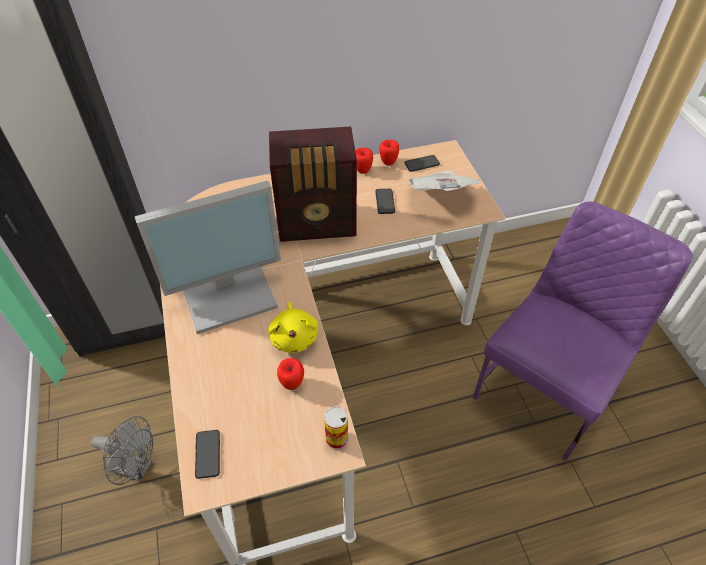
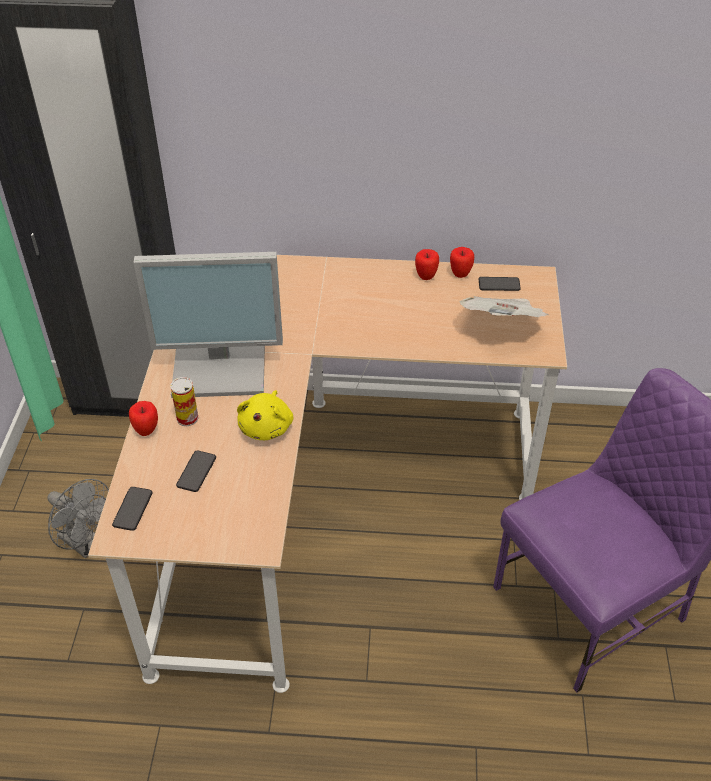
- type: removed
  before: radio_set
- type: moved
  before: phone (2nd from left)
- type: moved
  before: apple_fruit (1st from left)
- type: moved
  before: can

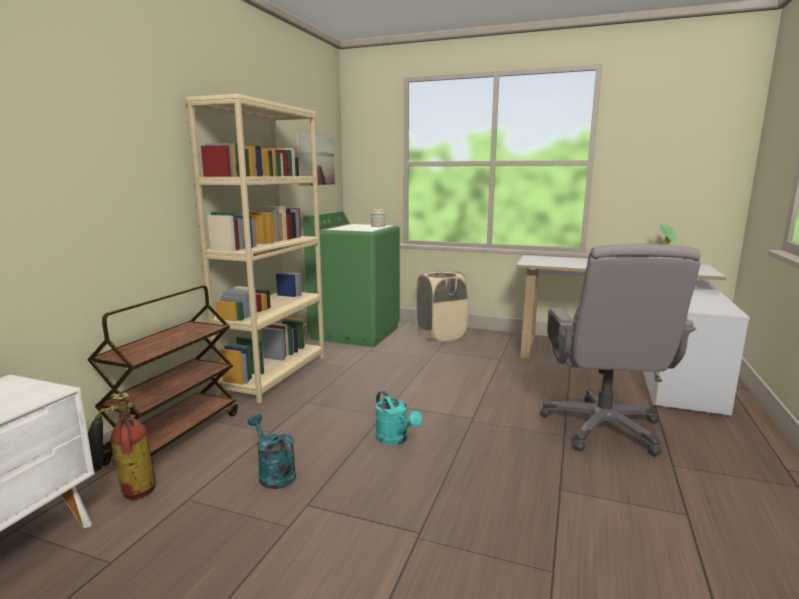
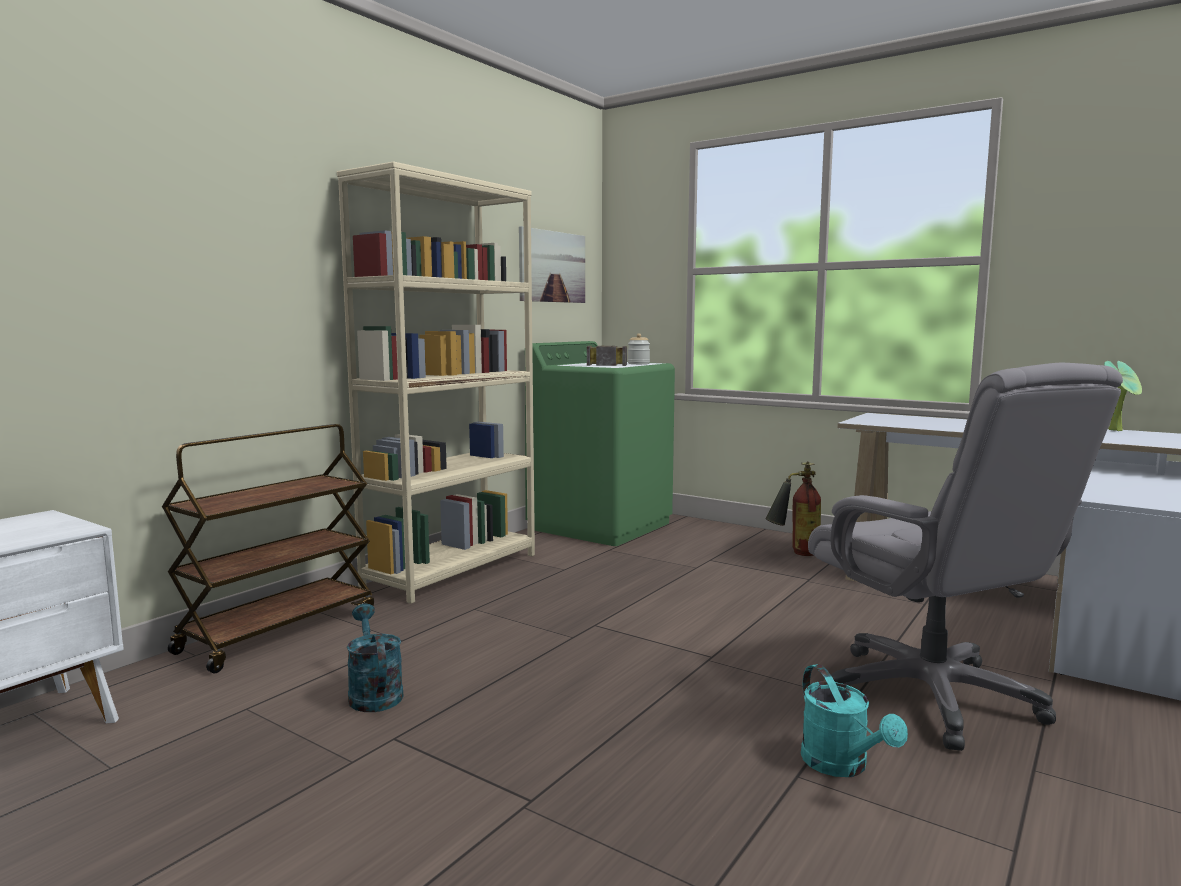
- type: turned
  before: grey_desk_chair
  turn: -45
- type: removed
  before: sand-coloured_hamper
- type: moved
  before: blue-green_watering_can (2nd from left)
- type: moved
  before: extinguisher
- type: added
  after: tool_hammer

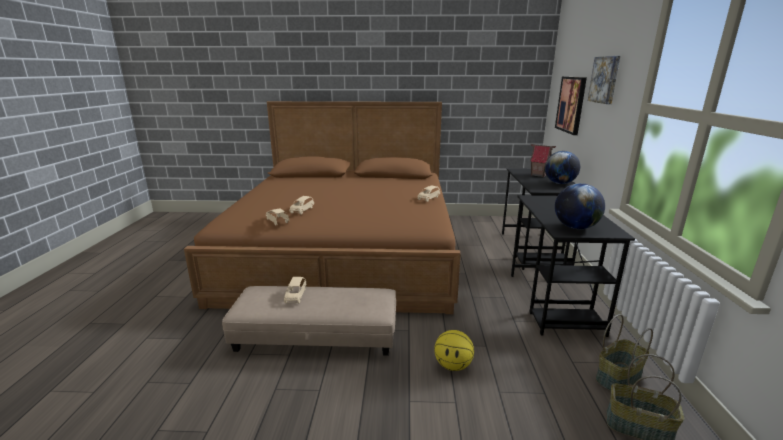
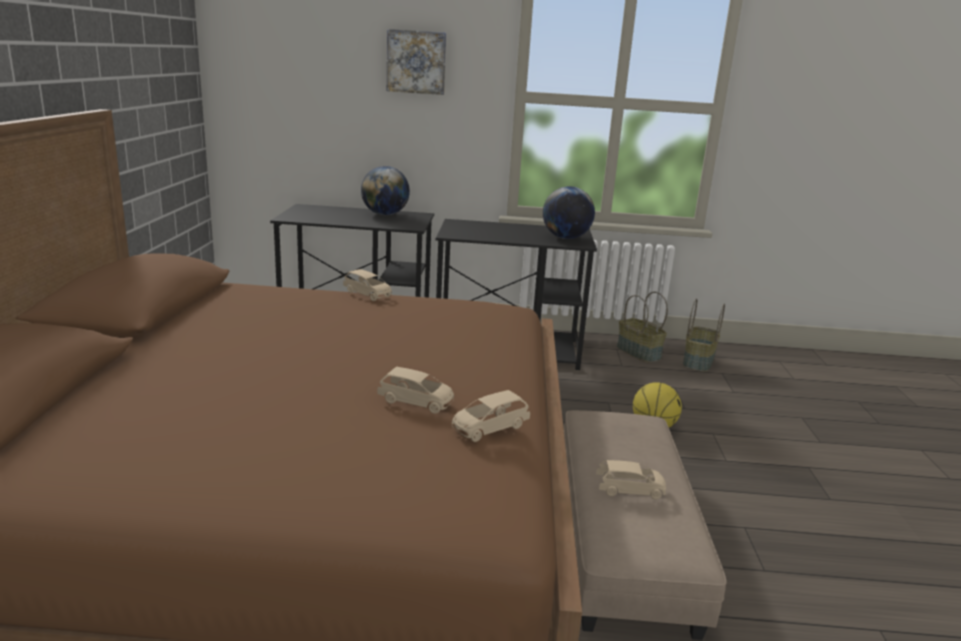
- type: removed
  before: wall_art (1st from left)
- type: removed
  before: miniature_house

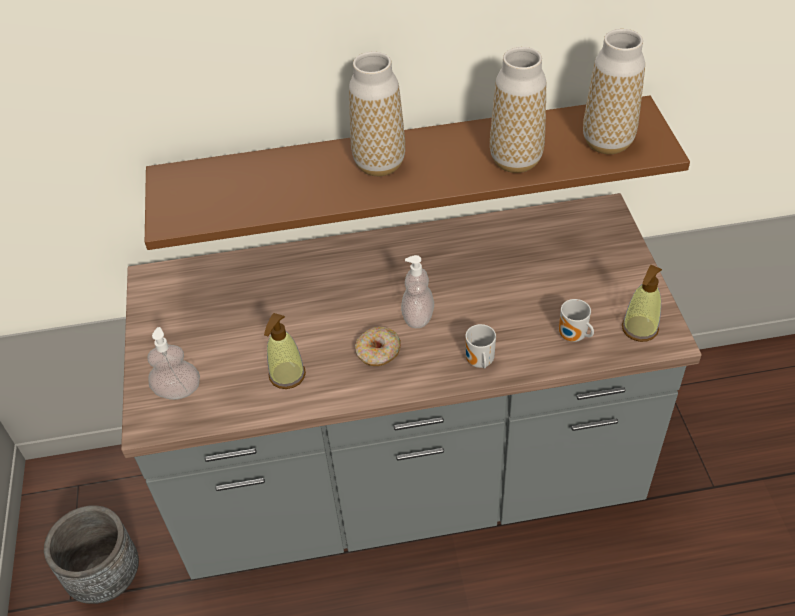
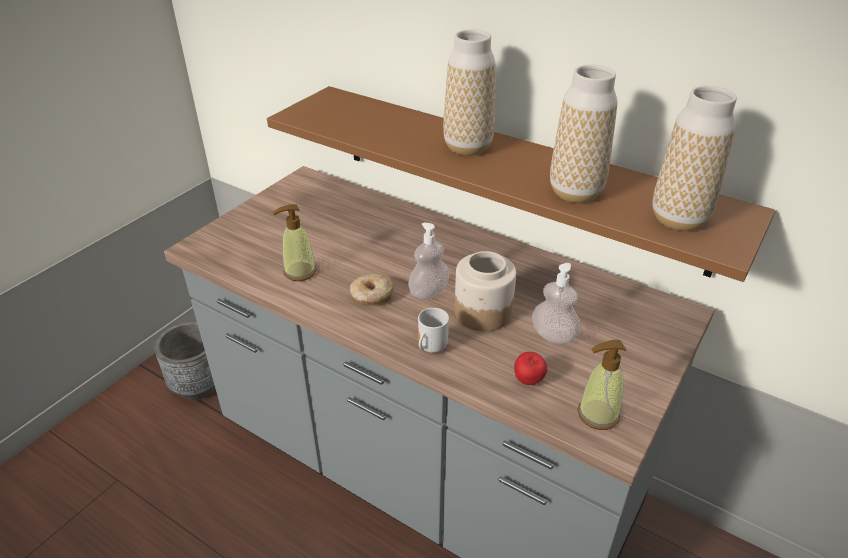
- type: replaced
  before: tea_mug (2nd from left)
  after: apple_fruit
- type: moved
  before: liquid_soap_bottle (1st from left in the first image)
  after: liquid_soap_bottle (3rd from left)
- type: added
  after: storage_jar

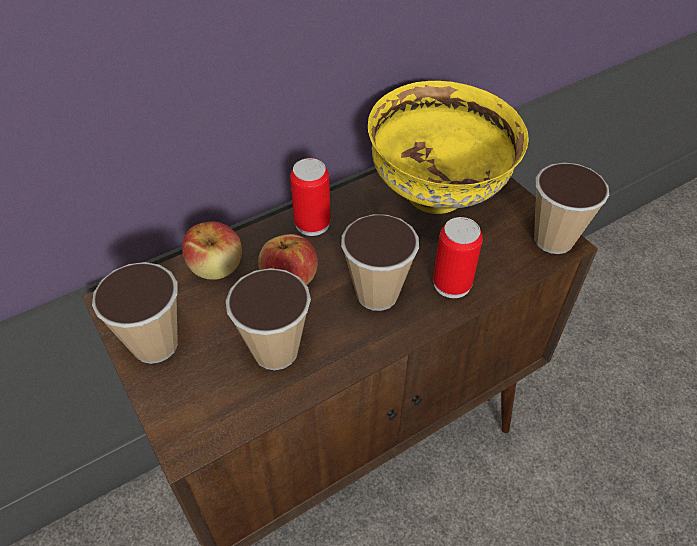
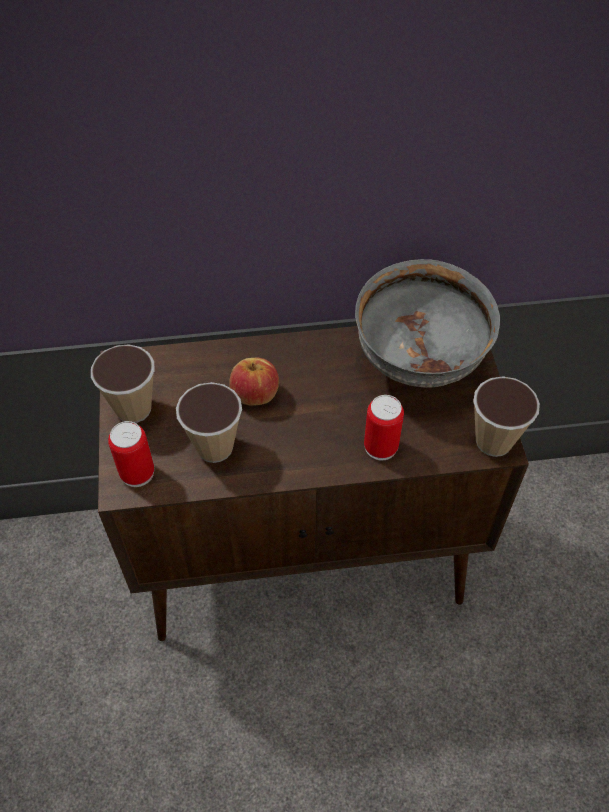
- type: recoloured
  before: yellow_serving_bowl
  after: grey_serving_bowl
- type: moved
  before: can (1st from left)
- type: removed
  before: small_cup (3rd from left)
- type: removed
  before: apple_fruit (1st from left)

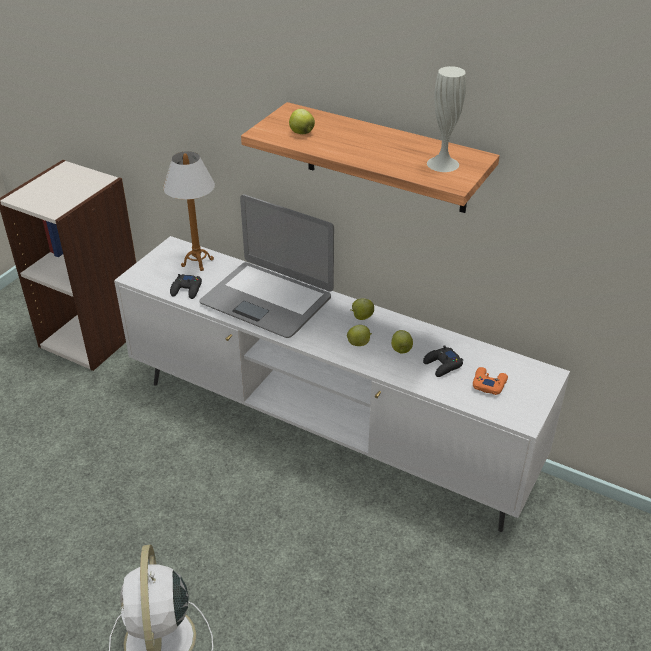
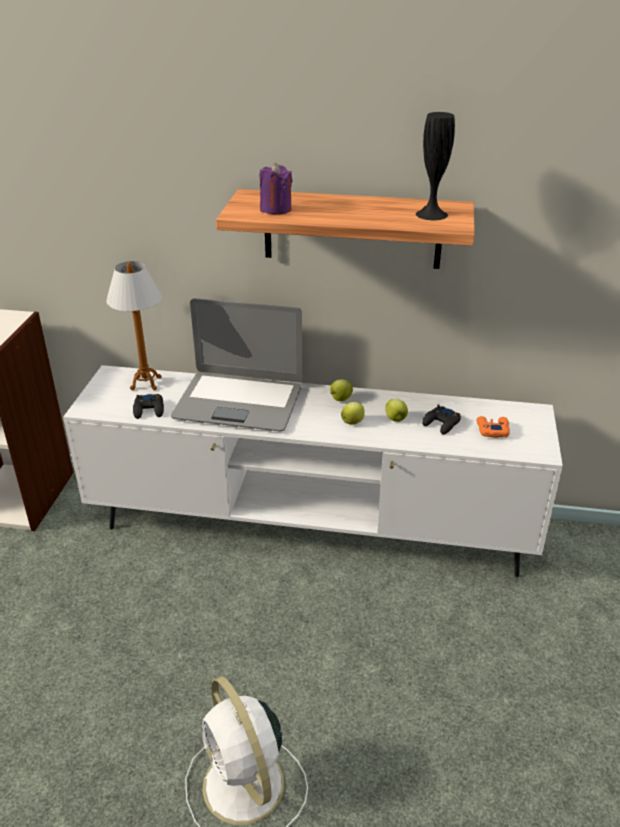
- type: recoloured
  before: white_decorative_vase
  after: black-coloured_decorative_vase
- type: replaced
  before: apple_fruit (1st from left)
  after: purple-coloured_wax_candle

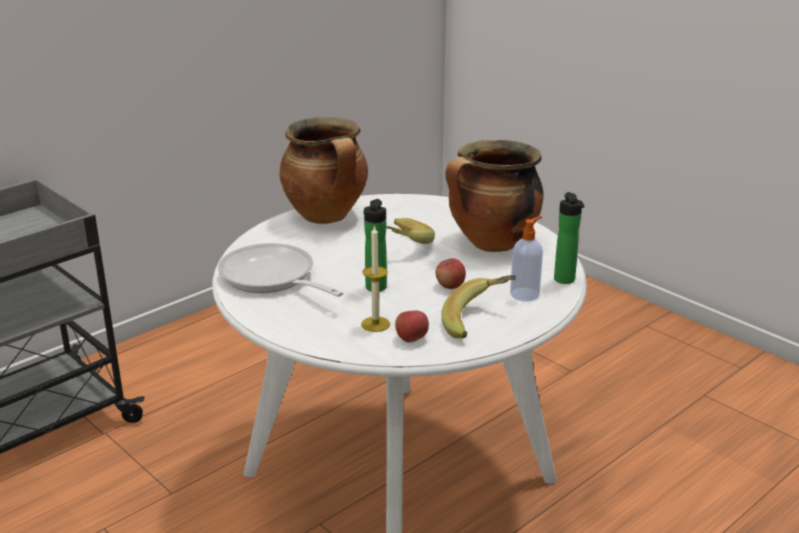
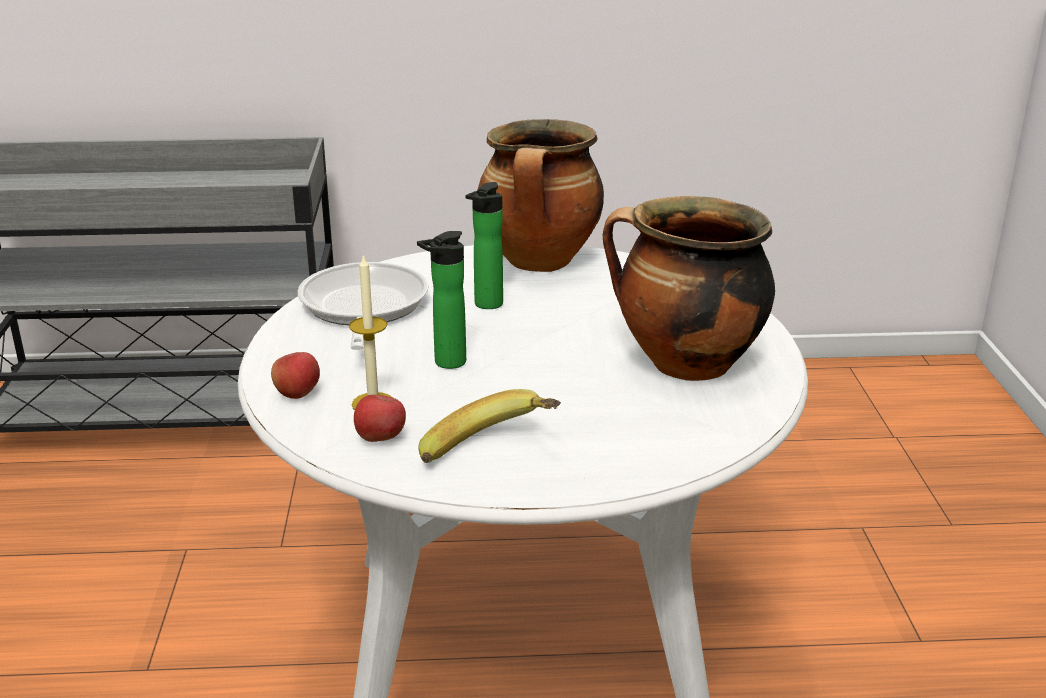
- type: moved
  before: drink_bottle (2nd from left)
- type: removed
  before: liquid_soap_bottle
- type: removed
  before: banana_fruit (1st from left)
- type: moved
  before: apple_fruit (2nd from left in the first image)
  after: apple_fruit (1st from left)

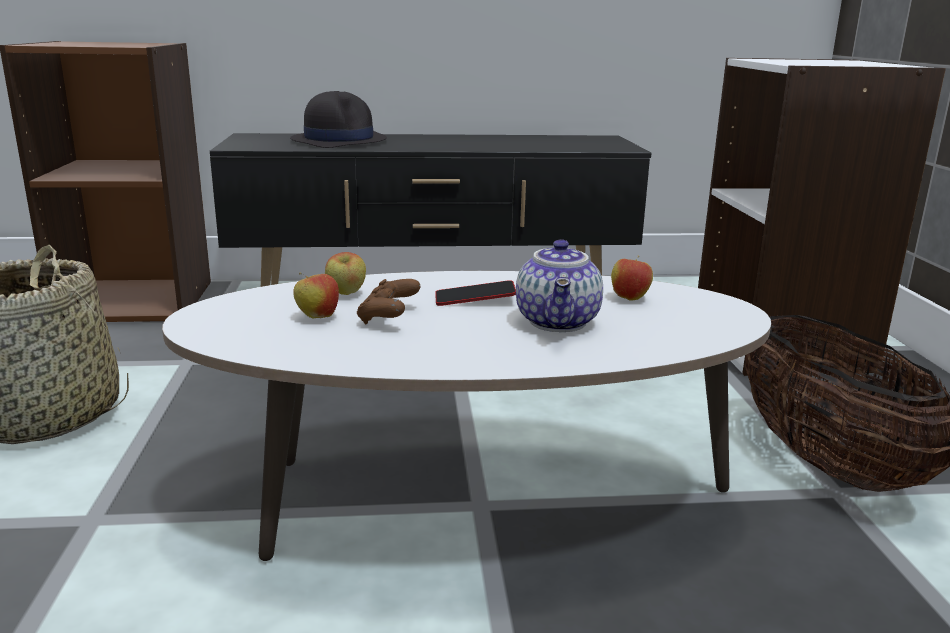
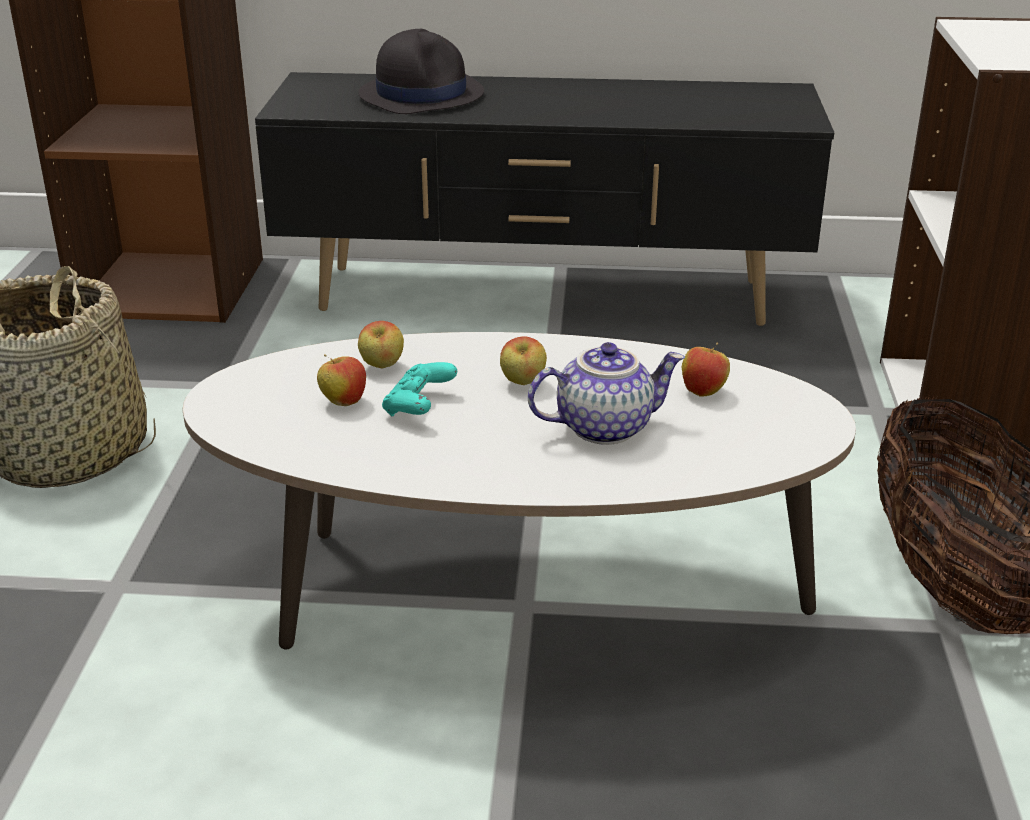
- type: turned
  before: pot_for_tea
  turn: -120
- type: recoloured
  before: brownish_gamepad
  after: blue-green_gamepad
- type: replaced
  before: phone
  after: apple_fruit (3rd from left)

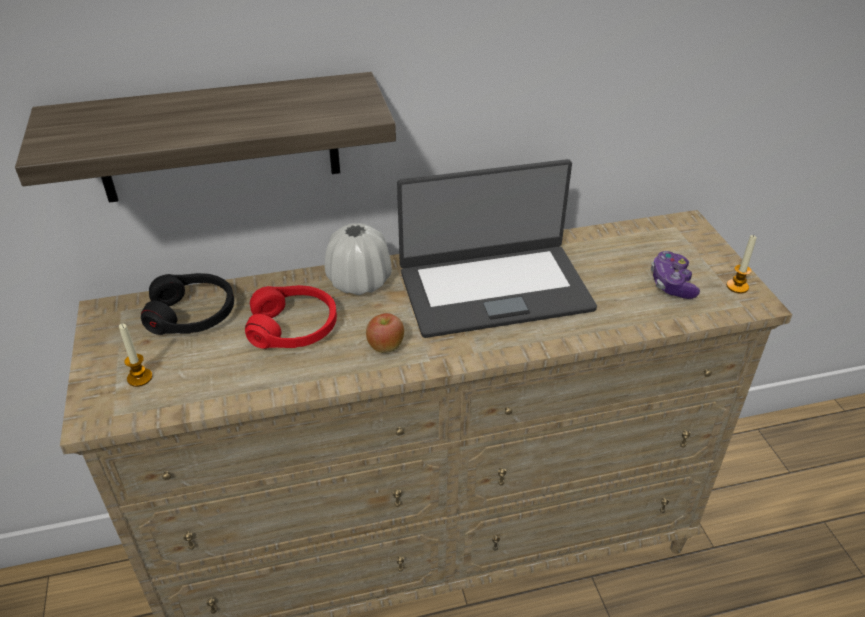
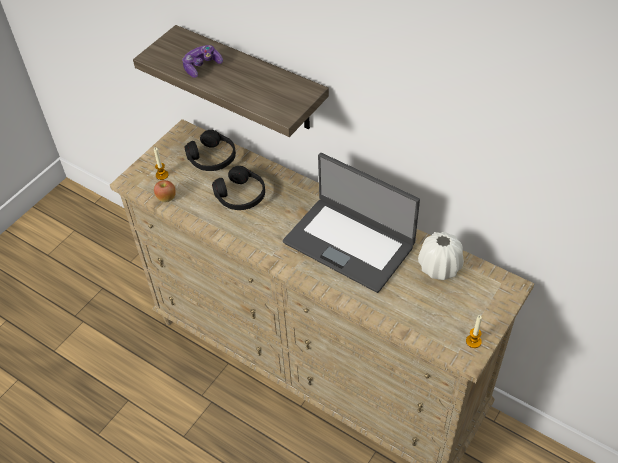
- type: moved
  before: white_decorative_vase
- type: moved
  before: gamepad
- type: recoloured
  before: red-coloured_headphones
  after: black-coloured_headphones (2nd from left)
- type: moved
  before: apple_fruit

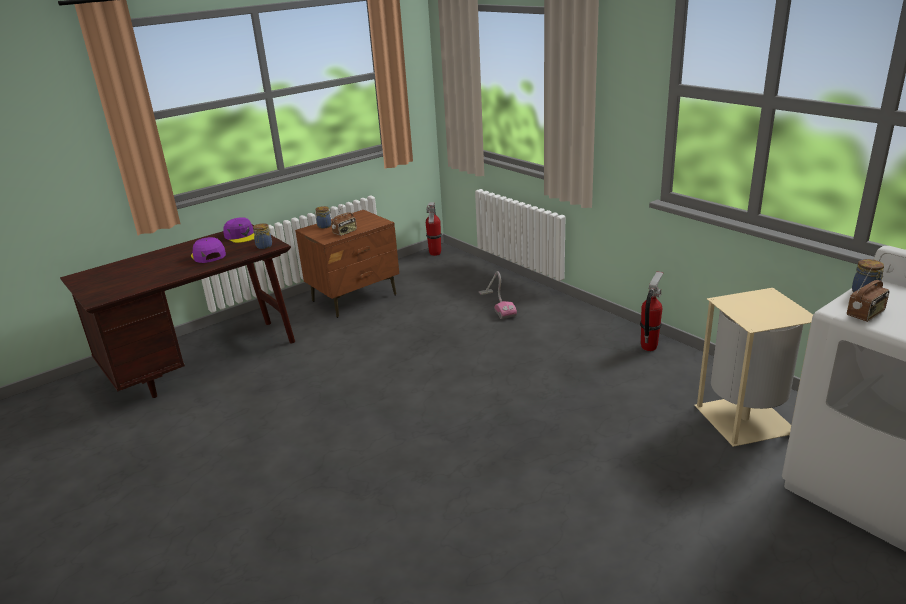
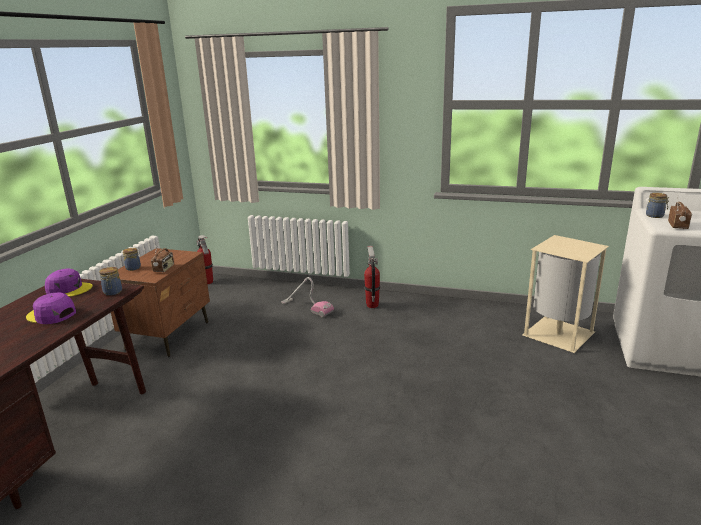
- type: moved
  before: extinguisher (2nd from left)

